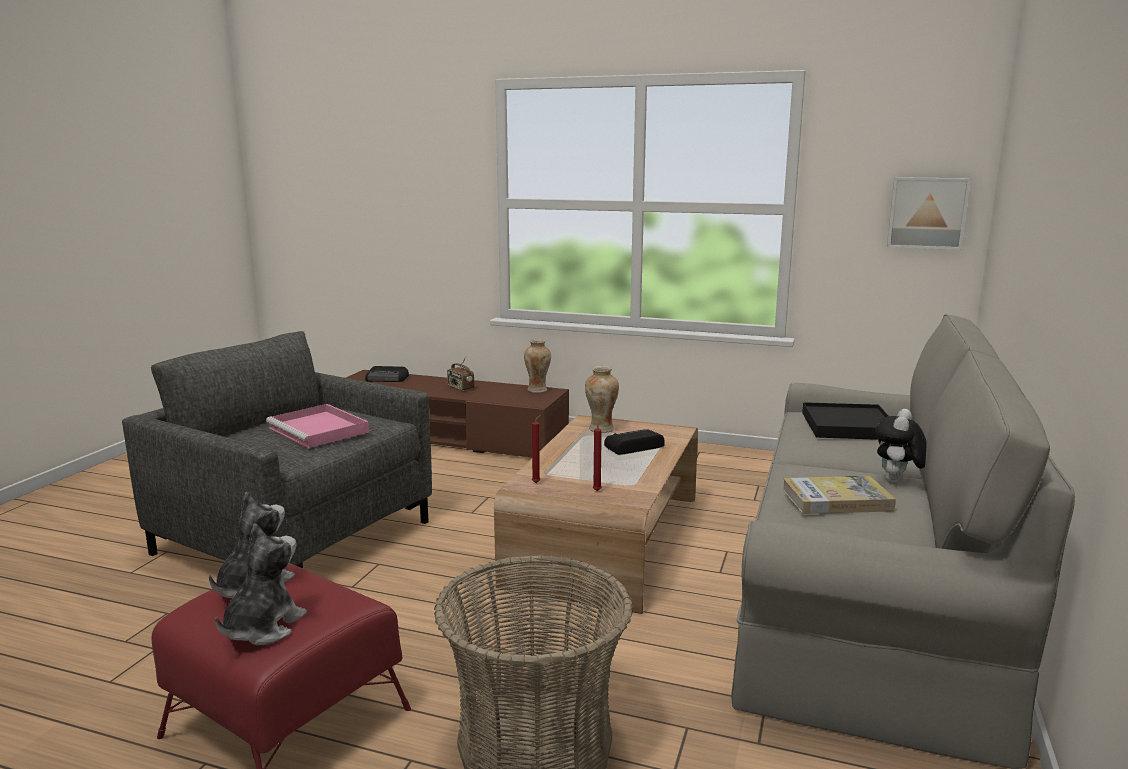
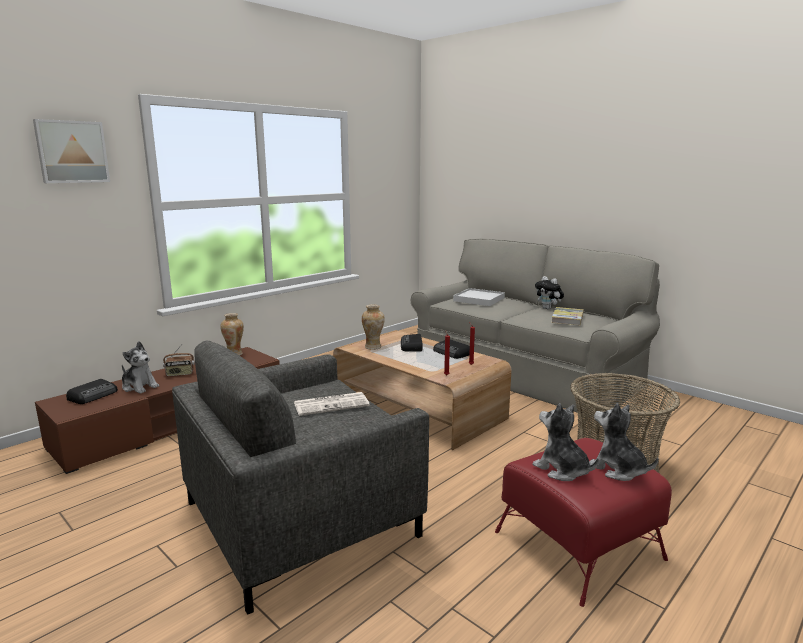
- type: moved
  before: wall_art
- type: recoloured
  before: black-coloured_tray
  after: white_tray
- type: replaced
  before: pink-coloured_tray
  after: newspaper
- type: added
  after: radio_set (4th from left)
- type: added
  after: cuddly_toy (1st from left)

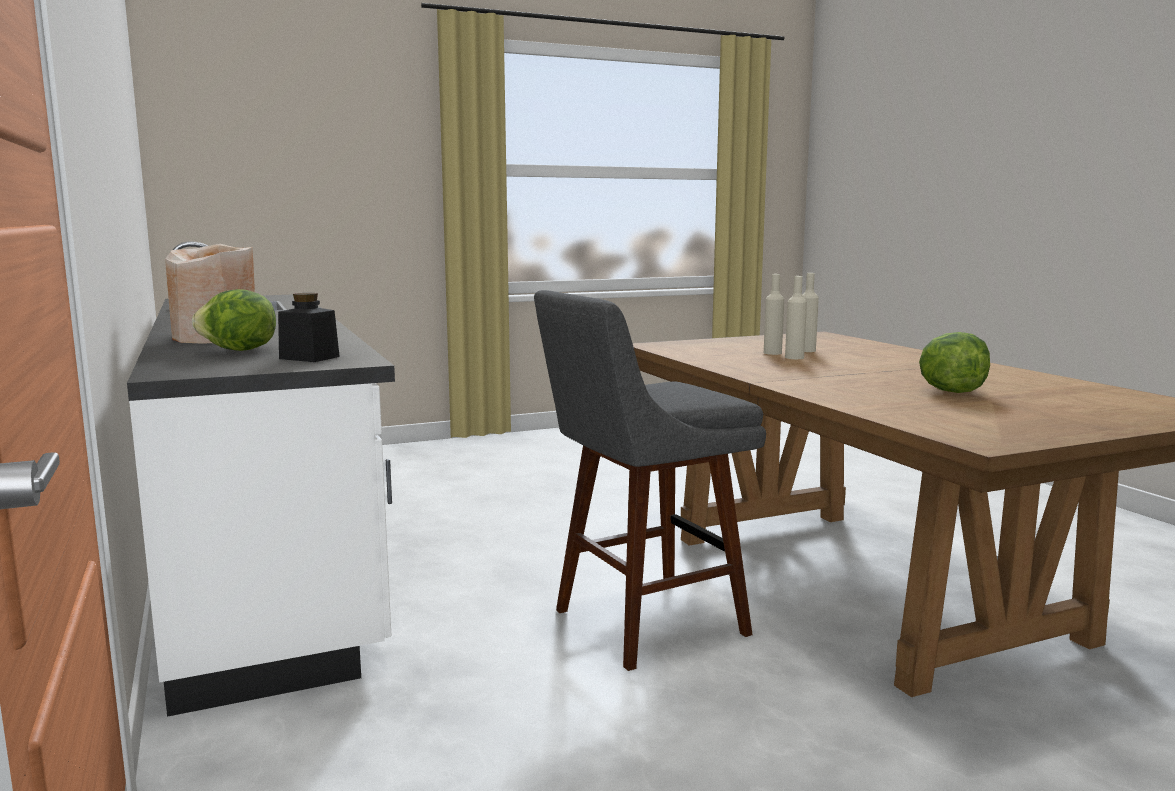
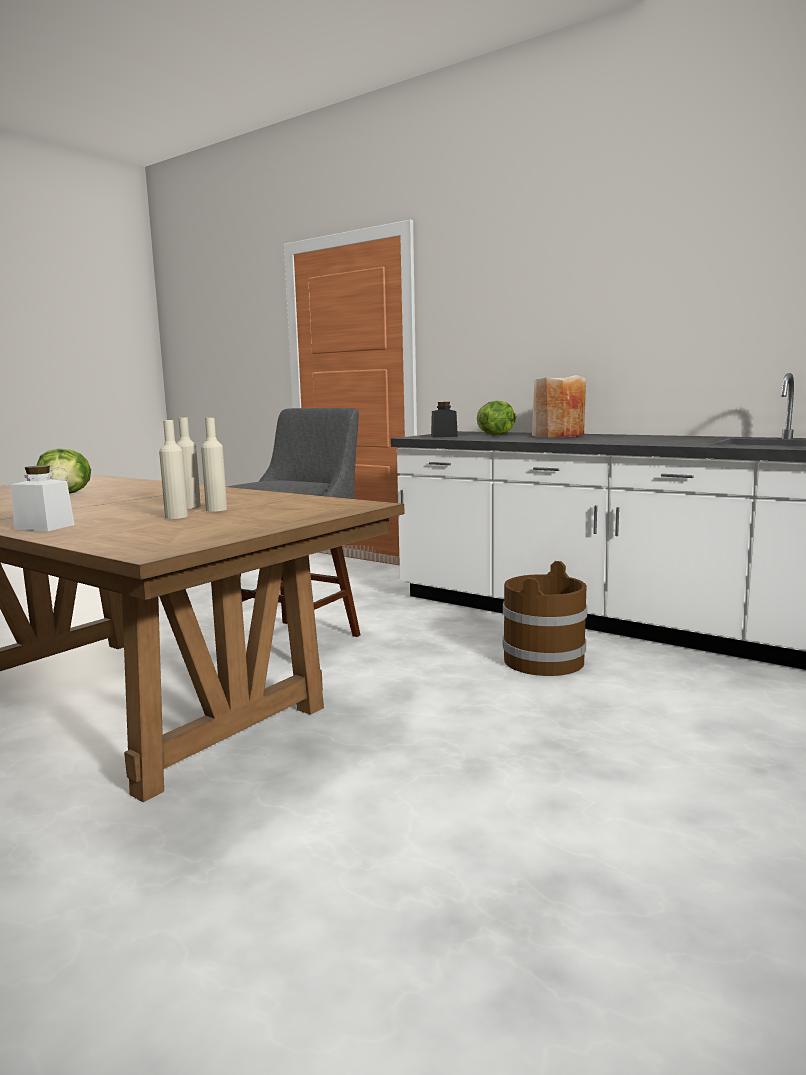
- type: added
  after: white_storage_jar
- type: added
  after: brownish_water_bucket

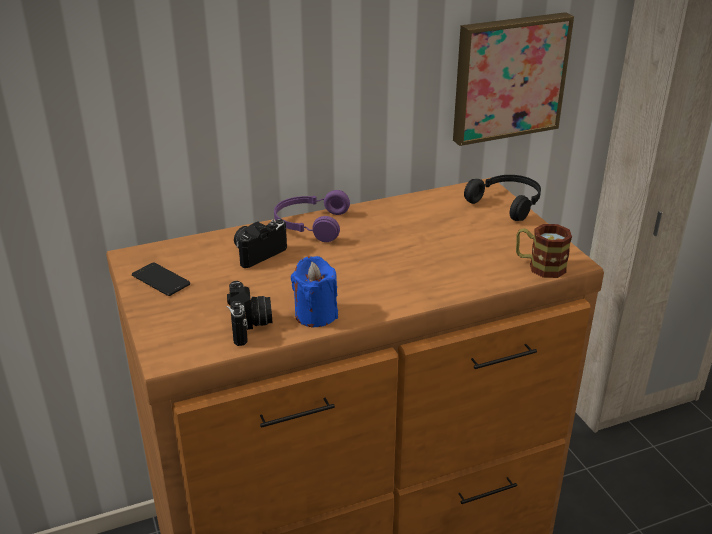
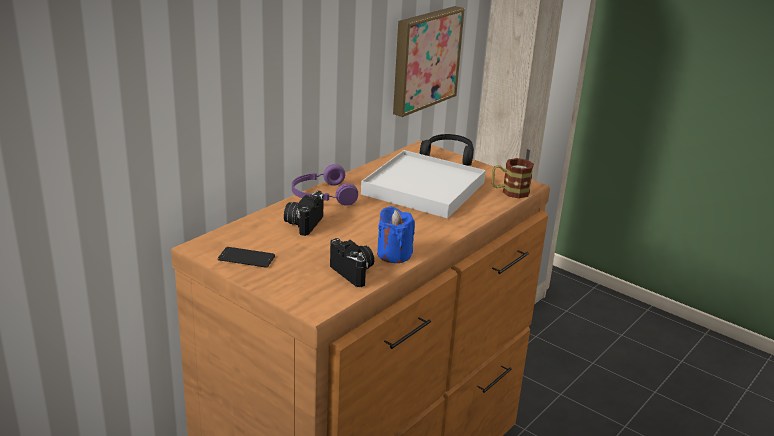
- type: added
  after: white_tray

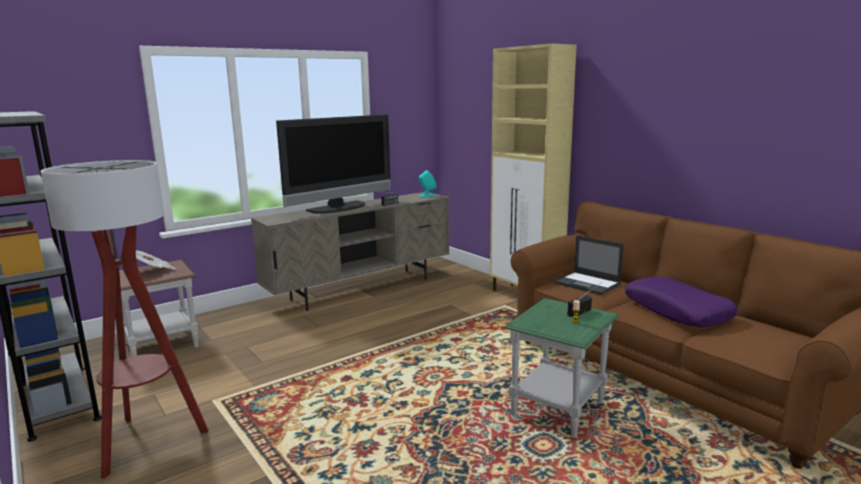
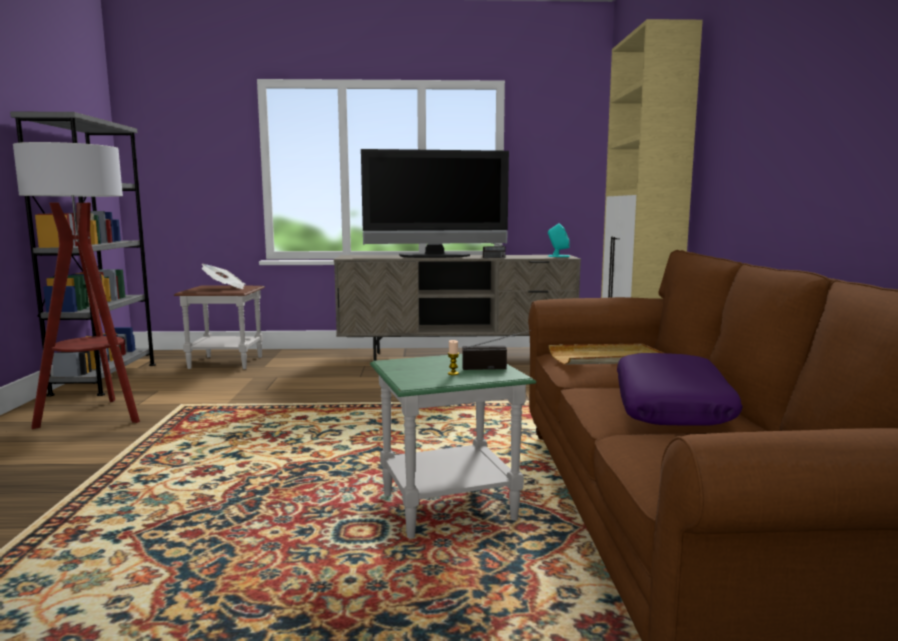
- type: replaced
  before: portable_computer
  after: sand-coloured_tray

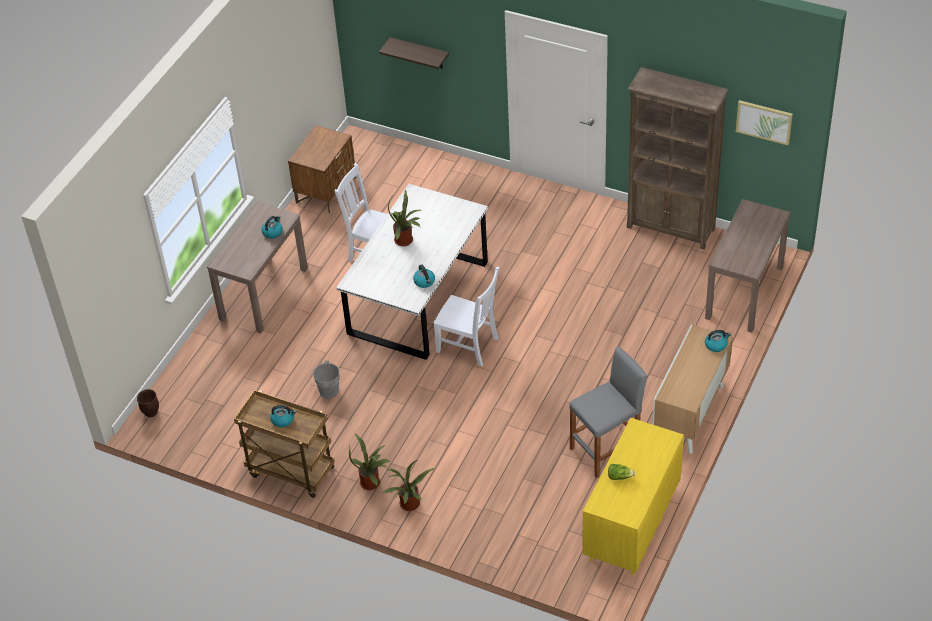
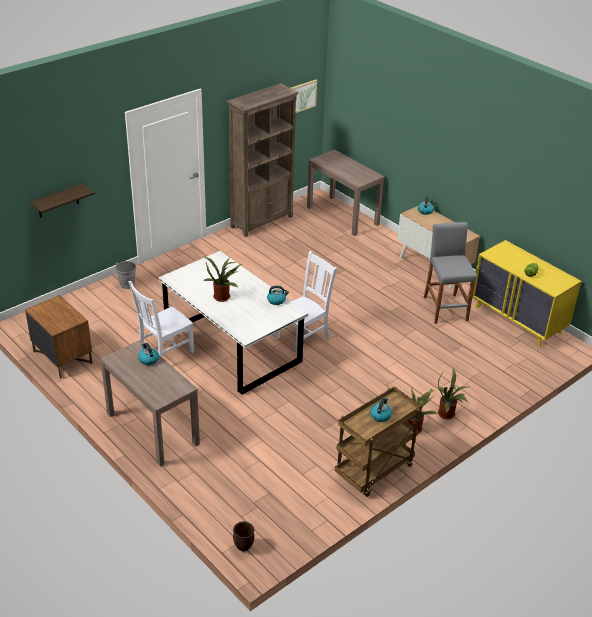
- type: moved
  before: grey_water_bucket

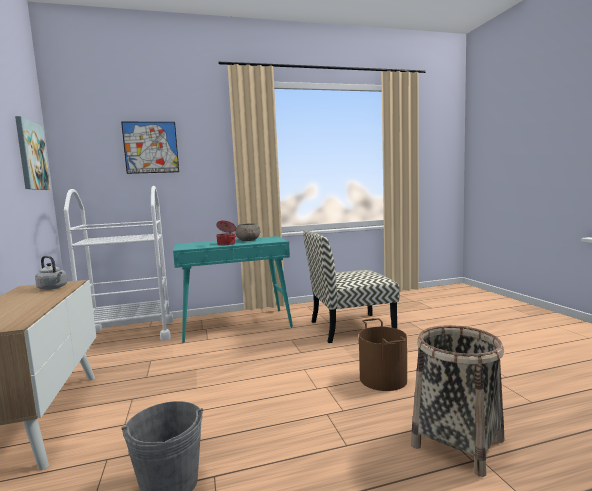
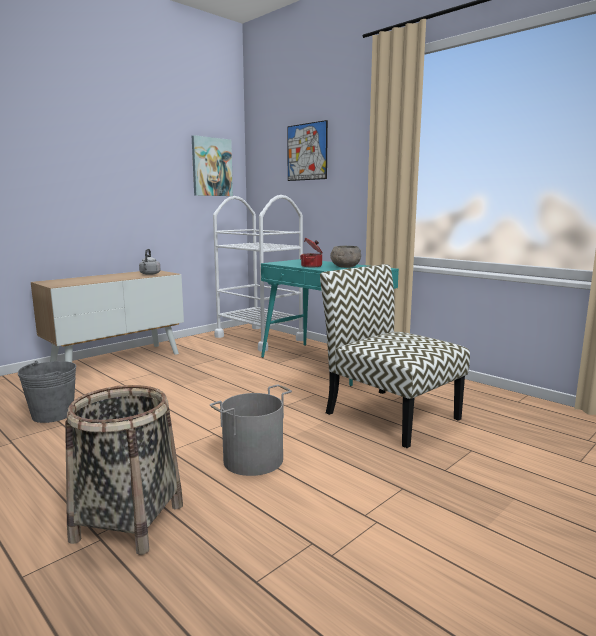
- type: recoloured
  before: brownish_water_bucket
  after: grey_water_bucket (2nd from left)

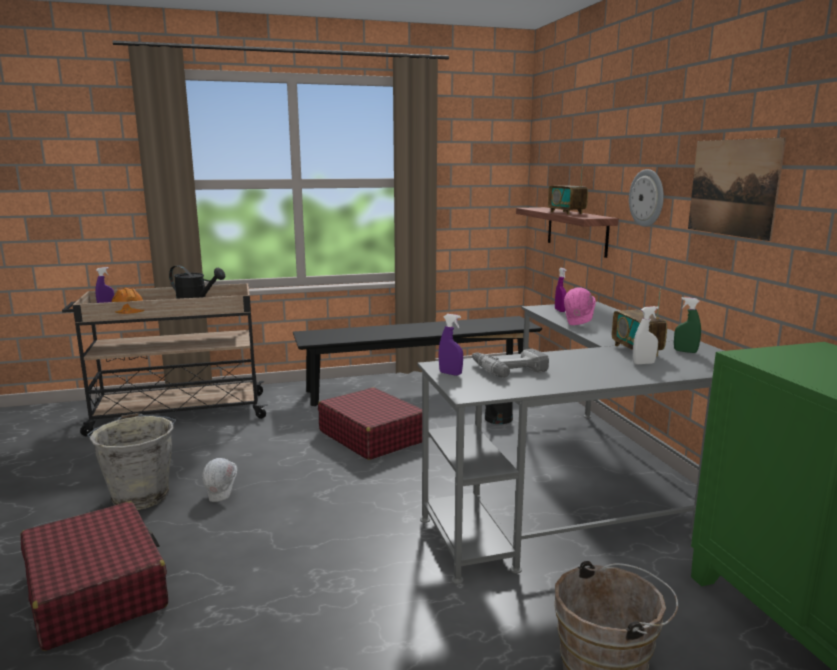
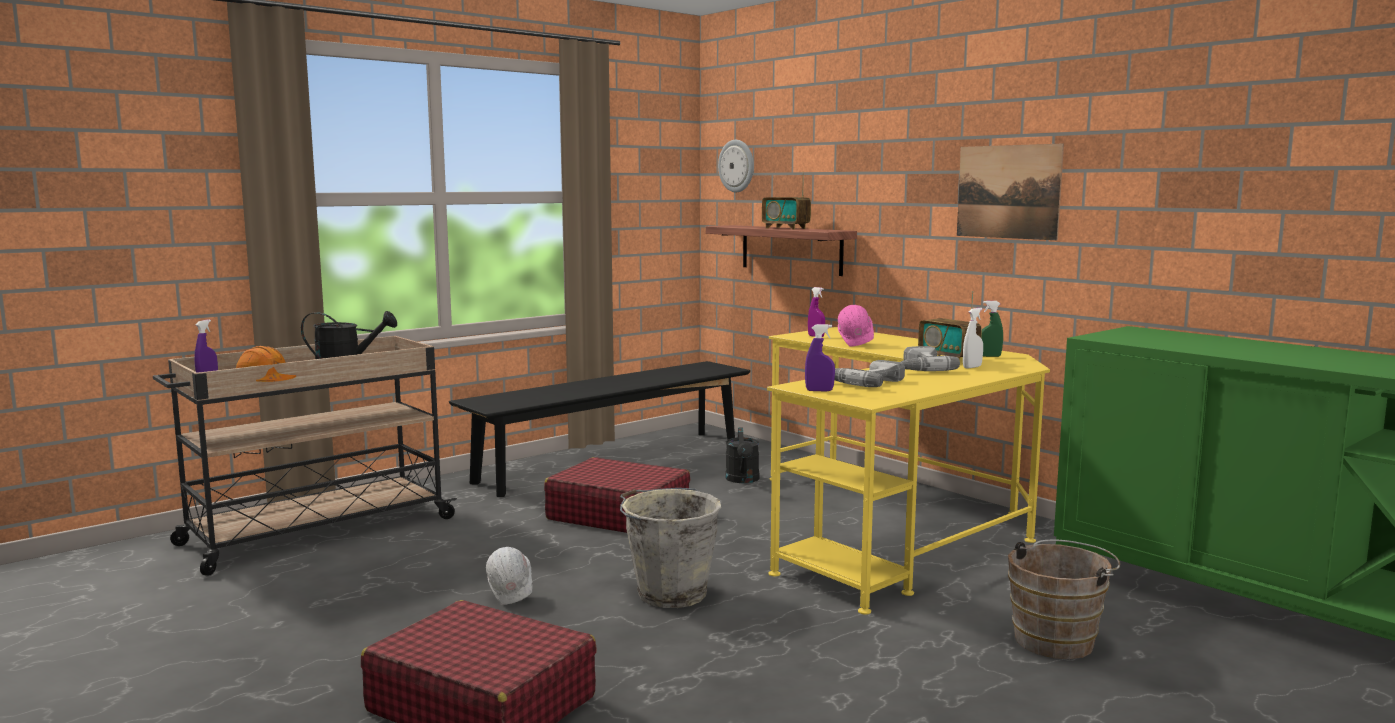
- type: moved
  before: clock_on_the_wall
- type: recoloured
  before: grey_desk_table
  after: yellow_desk_table
- type: moved
  before: grey_water_bucket
- type: added
  after: drill (2nd from left)

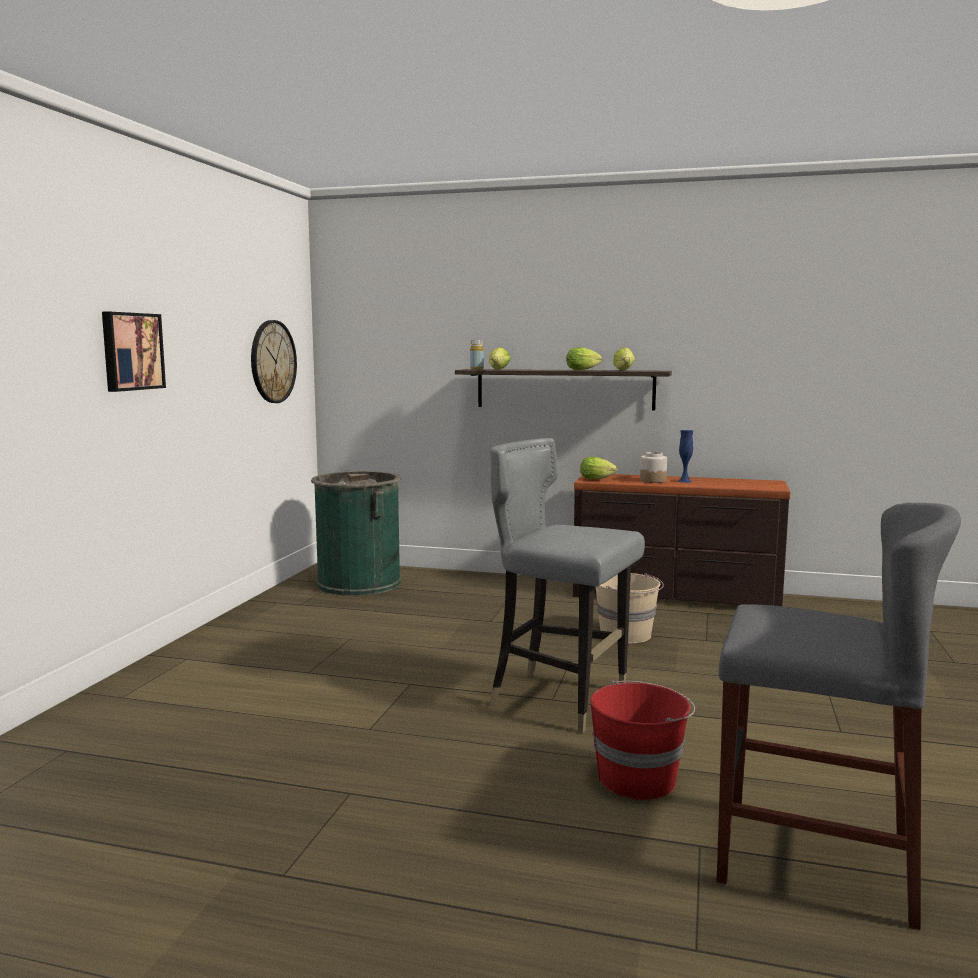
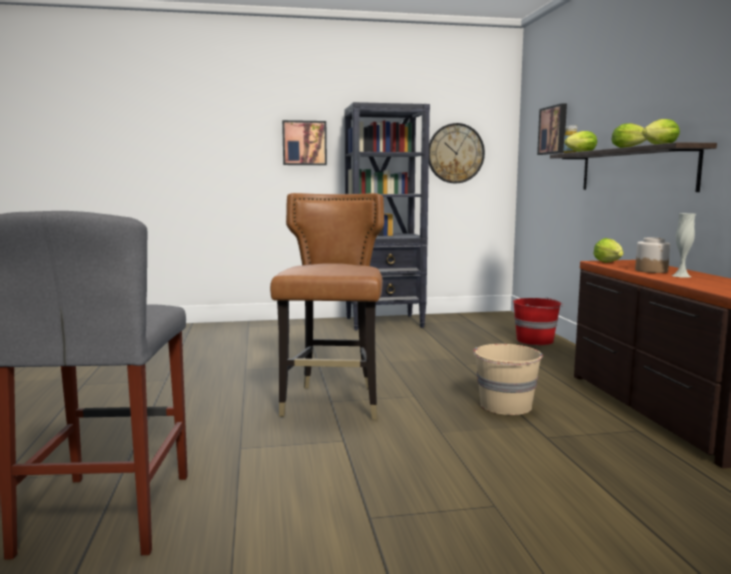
- type: recoloured
  before: blue_decorative_vase
  after: white_decorative_vase
- type: recoloured
  before: grey_chair
  after: brownish_chair
- type: removed
  before: green-coloured_waste_bin
- type: moved
  before: red-coloured_water_bucket
- type: added
  after: black-coloured_bookshelf
- type: added
  after: wall_art (2nd from left)

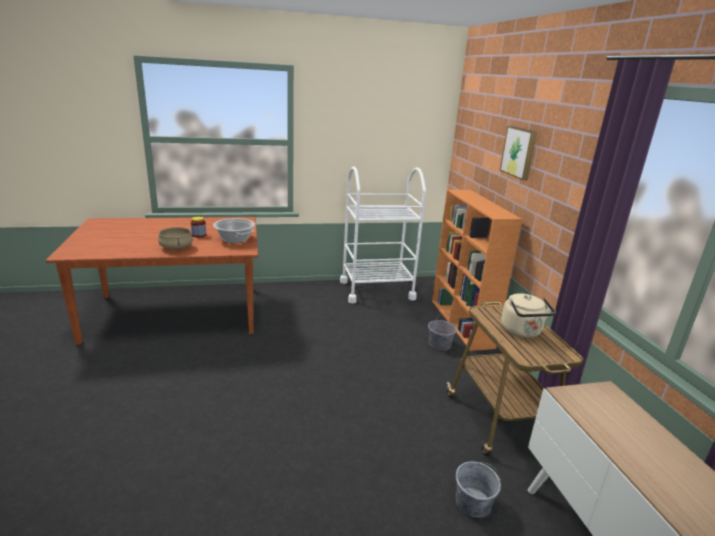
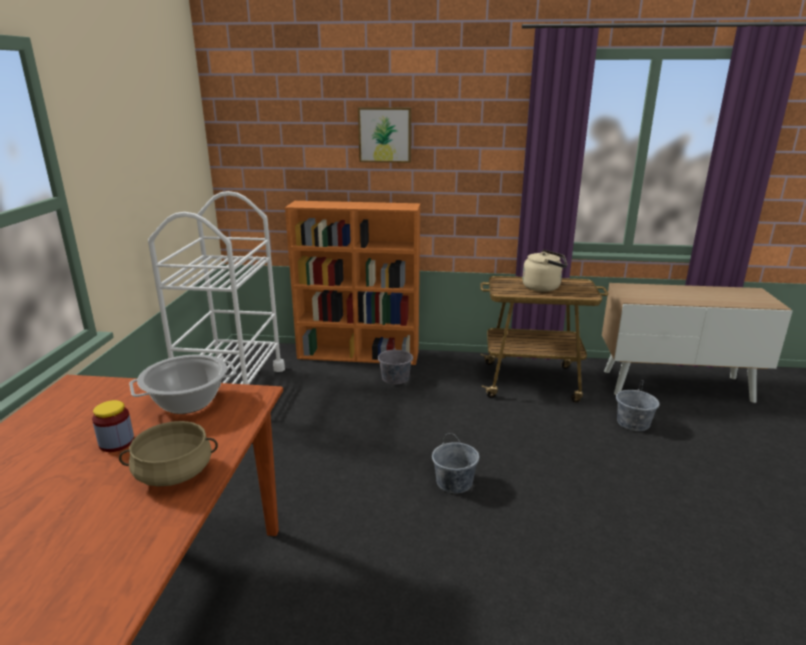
- type: added
  after: grey_water_bucket (2nd from left)

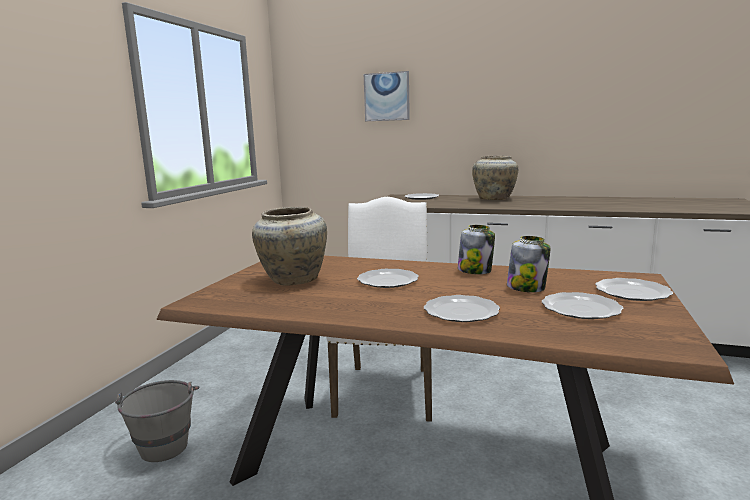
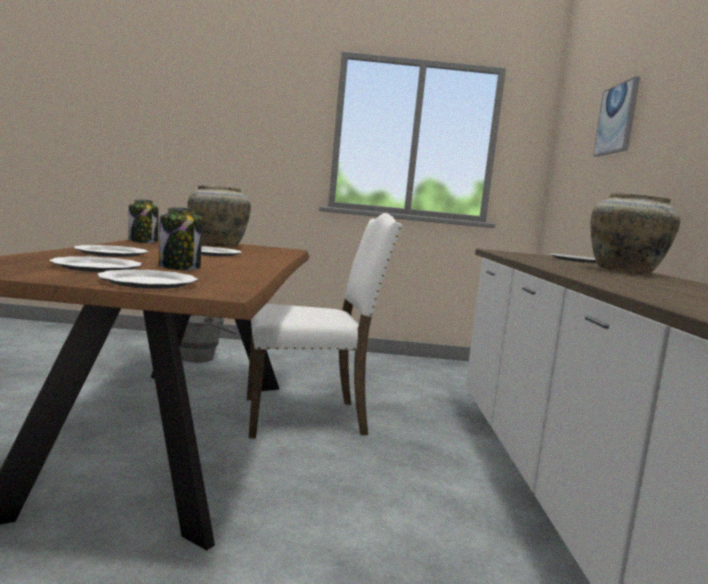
- type: moved
  before: storage_jar (1st from left)

